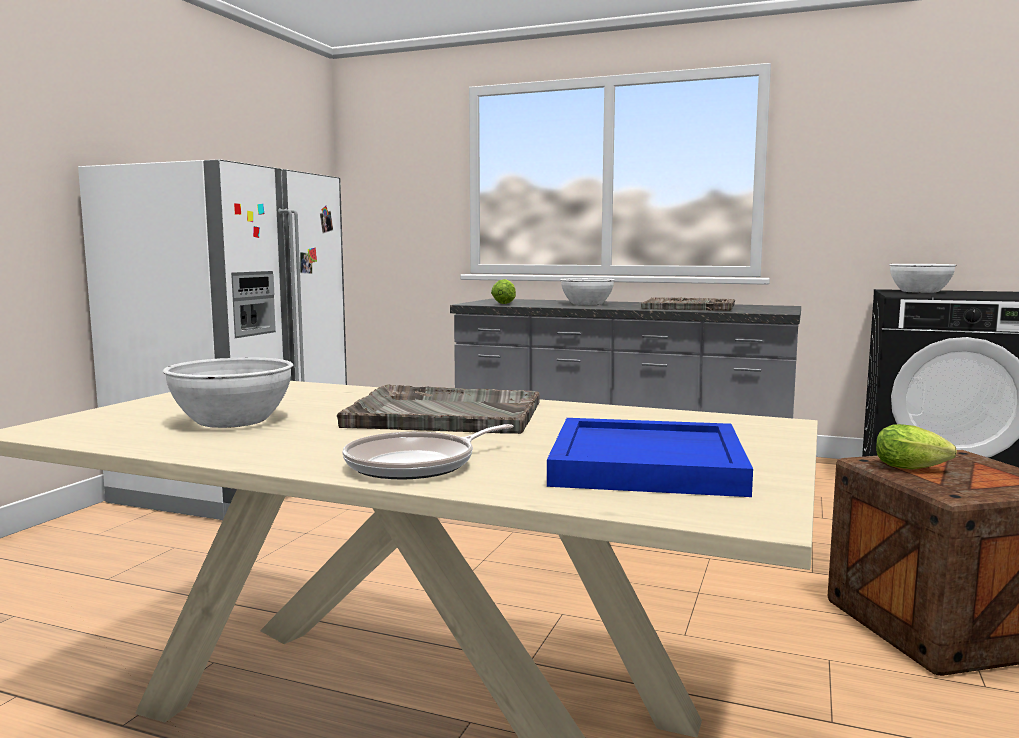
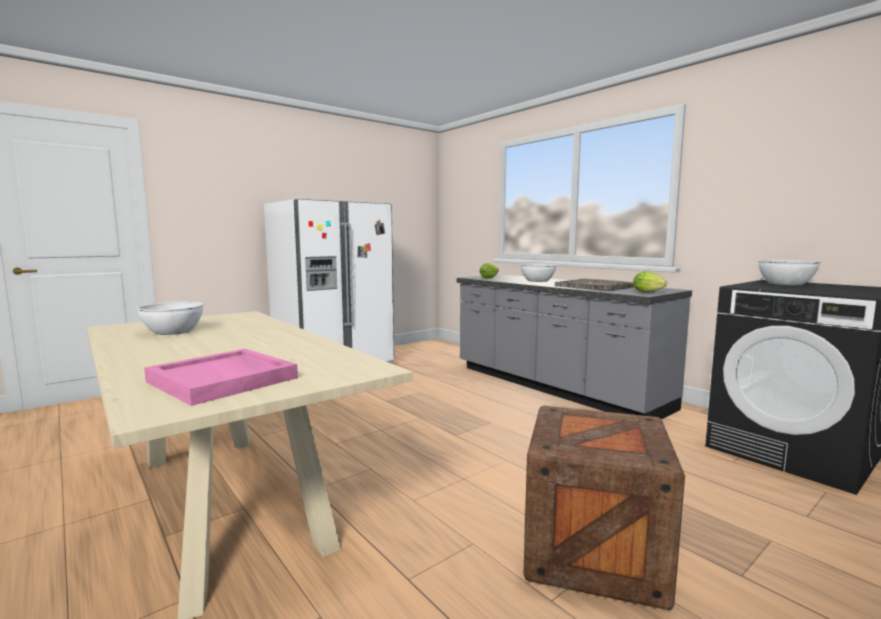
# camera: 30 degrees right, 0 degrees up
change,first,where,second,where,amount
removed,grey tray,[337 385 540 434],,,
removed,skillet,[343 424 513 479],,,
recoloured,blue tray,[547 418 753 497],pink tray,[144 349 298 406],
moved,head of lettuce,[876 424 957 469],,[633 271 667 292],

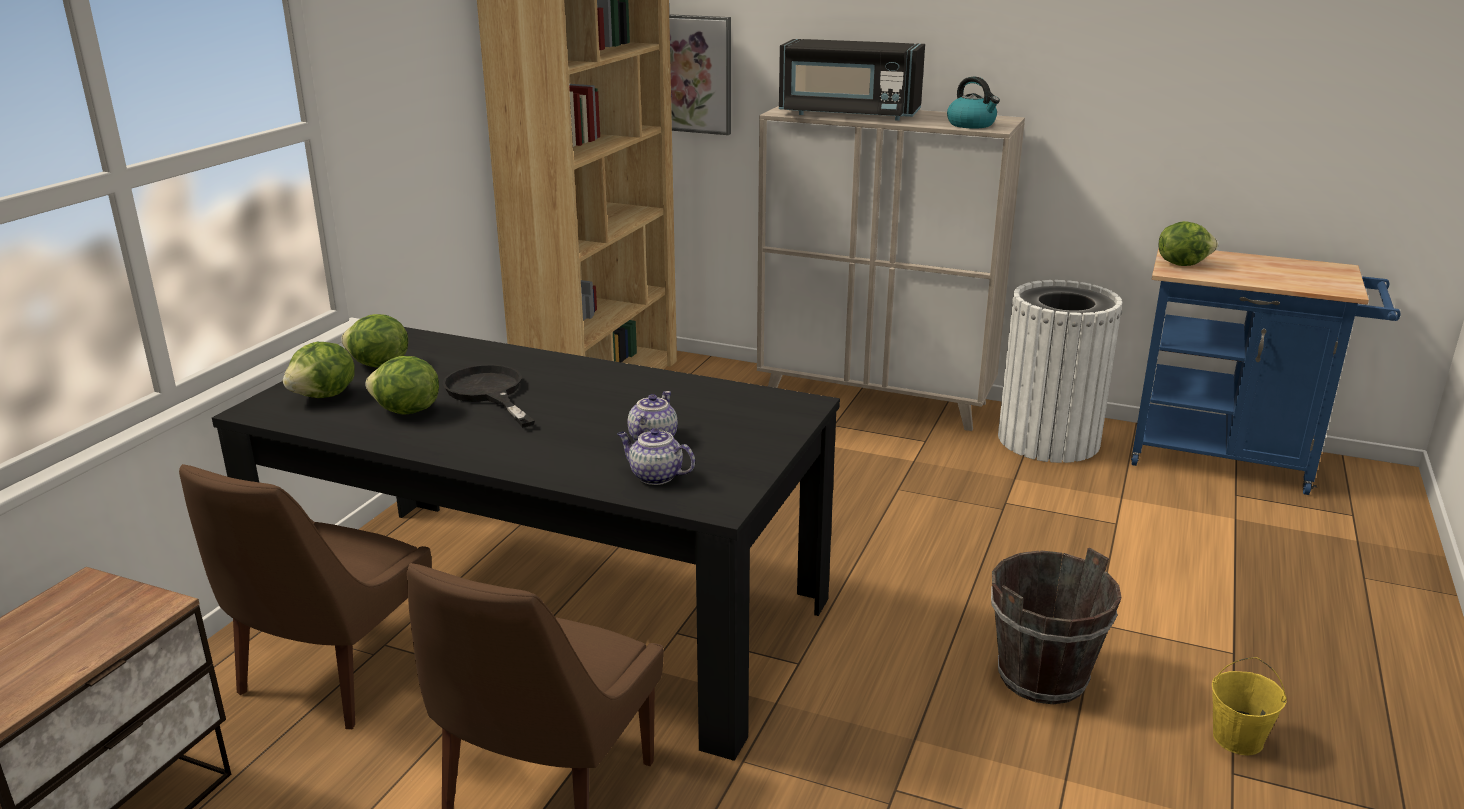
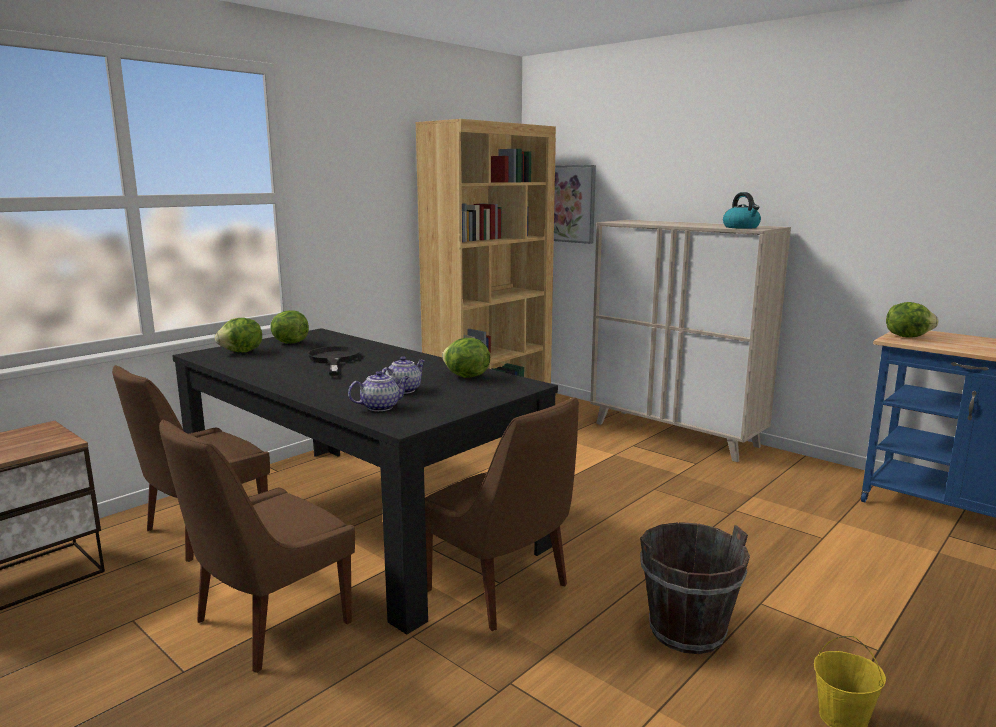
# camera: 20 degrees right, 10 degrees down
change,first,where,second,where,amount
moved,head of lettuce,[366 356 439 415],,[442 338 490 378],
turned,pot for tea,[617 428 695 485],,[348 371 410 411],105 degrees clockwise
removed,black-coloured microwave,[779 39 925 121],,,
removed,white-coloured trash can,[998 280 1122 463],,,
added,,,brown upright chair,[425 397 579 631],

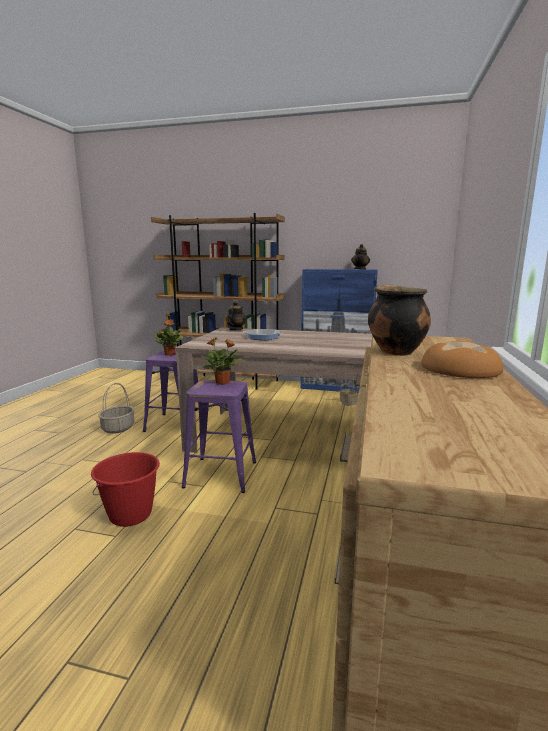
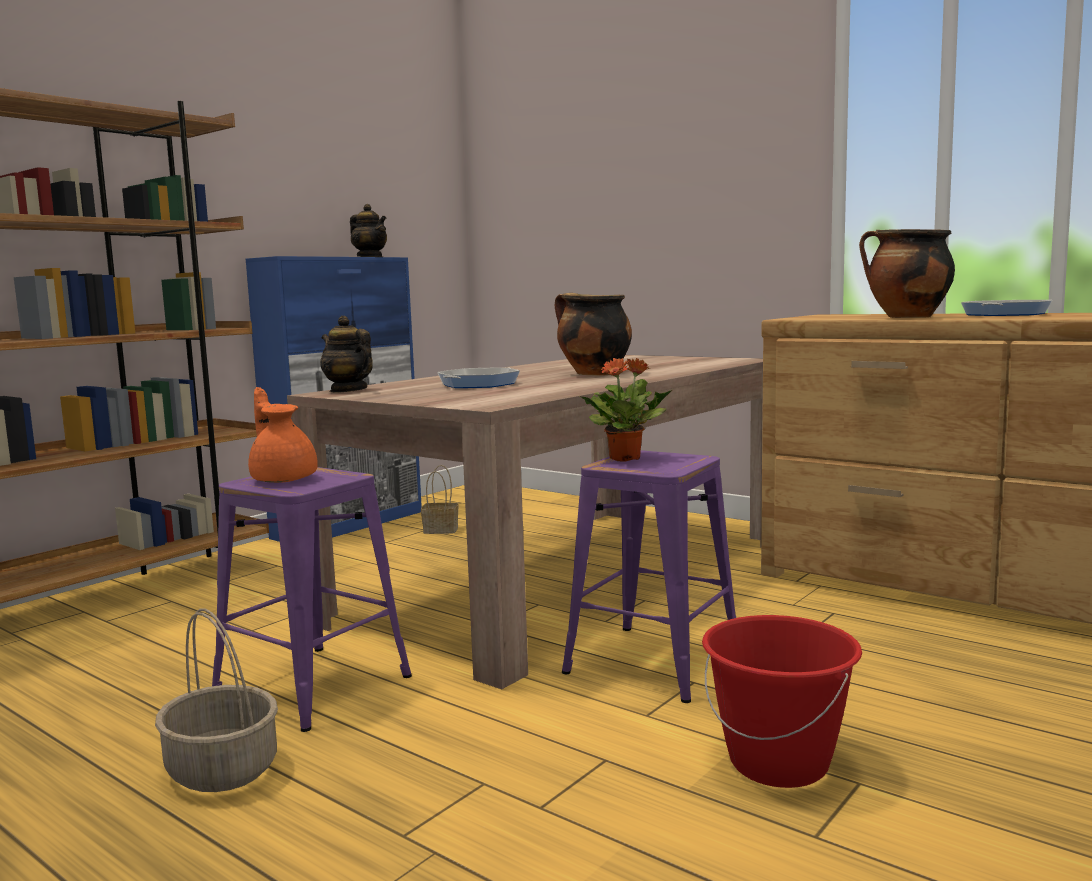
# camera: 65 degrees left, 5 degrees down
change,first,where,second,where,amount
replaced,potted plant,[154 319 184 356],orangey pot for tea,[248 387 318 483],
replaced,baked bread,[421 341 503 378],skillet,[961 300 1053 316],
added,,,stockpot,[555 293 632 375],

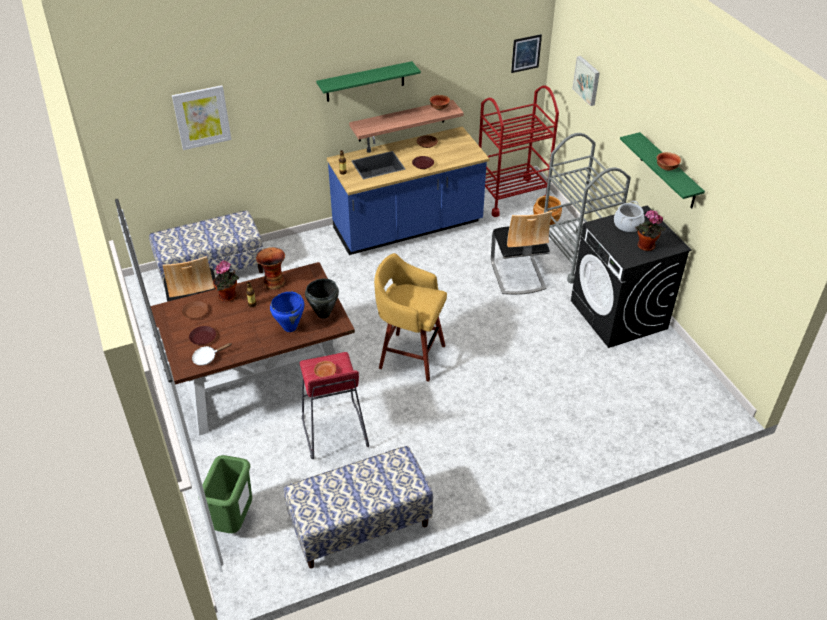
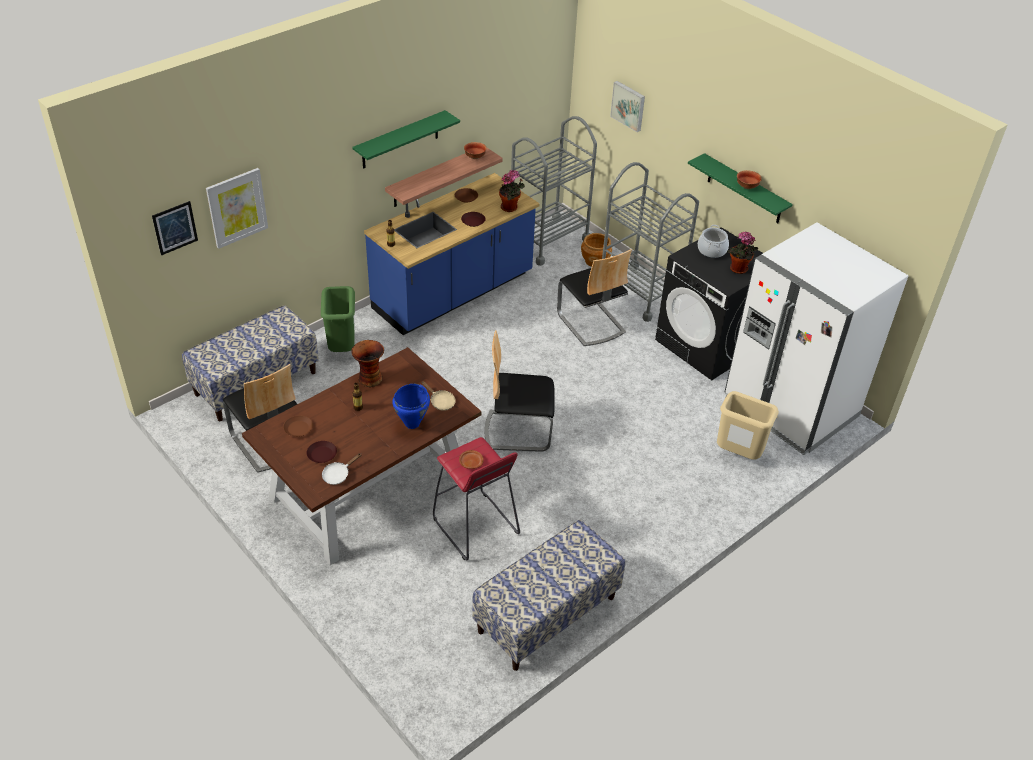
# camera: 20 degrees left, 0 degrees up
change,first,where,second,where,amount
moved,green-coloured trash can,[203 455 252 533],,[321 286 355 352],
moved,potted plant,[213 260 239 302],,[499 170 525 212],
replaced,black-coloured stockpot,[305 279 339 319],beige skillet,[421 381 456 411],
replaced,yellow-coloured stool,[374 253 447 382],upright chair,[484 330 555 452],
recoloured,reddish cart,[479 85 559 217],grey cart,[511 116 597 266],
moved,wall picture,[511 34 542 73],,[152 201 198 256],
added,,,beige trash can,[717 391 779 460],
added,,,white-coloured fridge,[725 222 908 455],

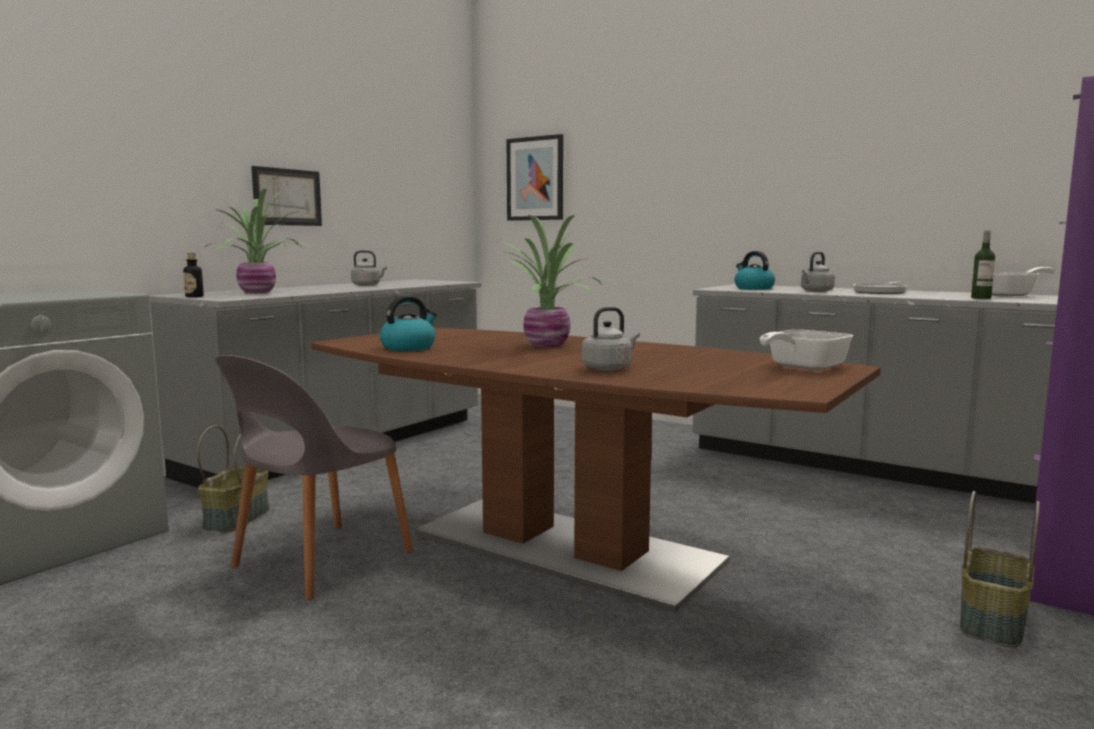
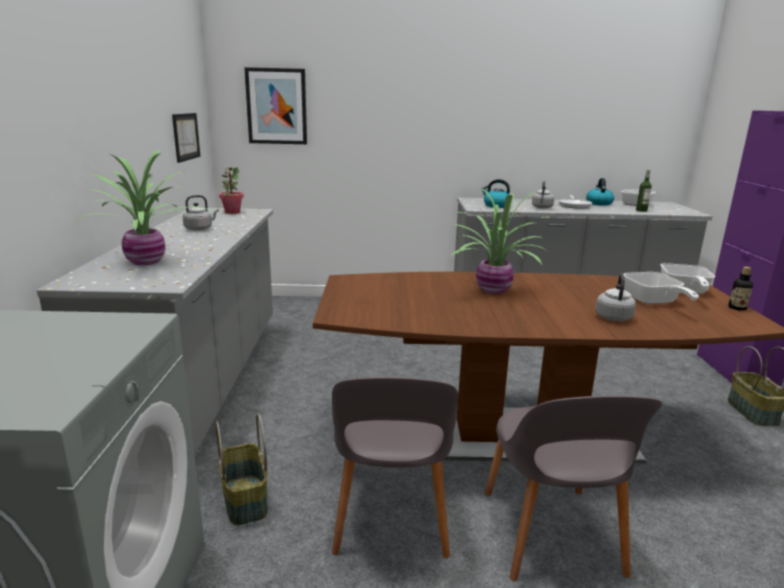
# camera: 35 degrees left, 10 degrees up
change,first,where,second,where,amount
moved,drink bottle,[183 253 204 297],,[728 267 753 311],
moved,wall picture,[251 166 322 226],,[172 113 200 163],
moved,kettle,[380 296 437 351],,[586 178 614 206],
added,,,potted plant,[219 167 244 214],
added,,,grey upright chair,[485 396 662 581],
added,,,skillet,[624 272 699 304],

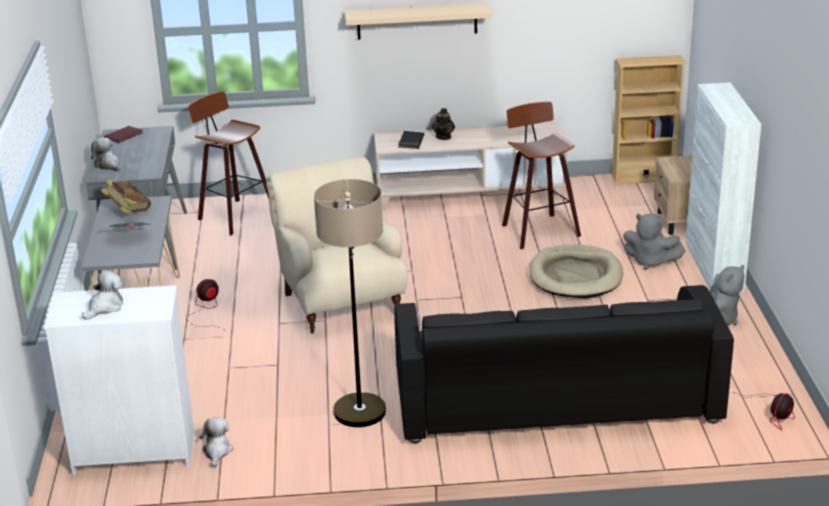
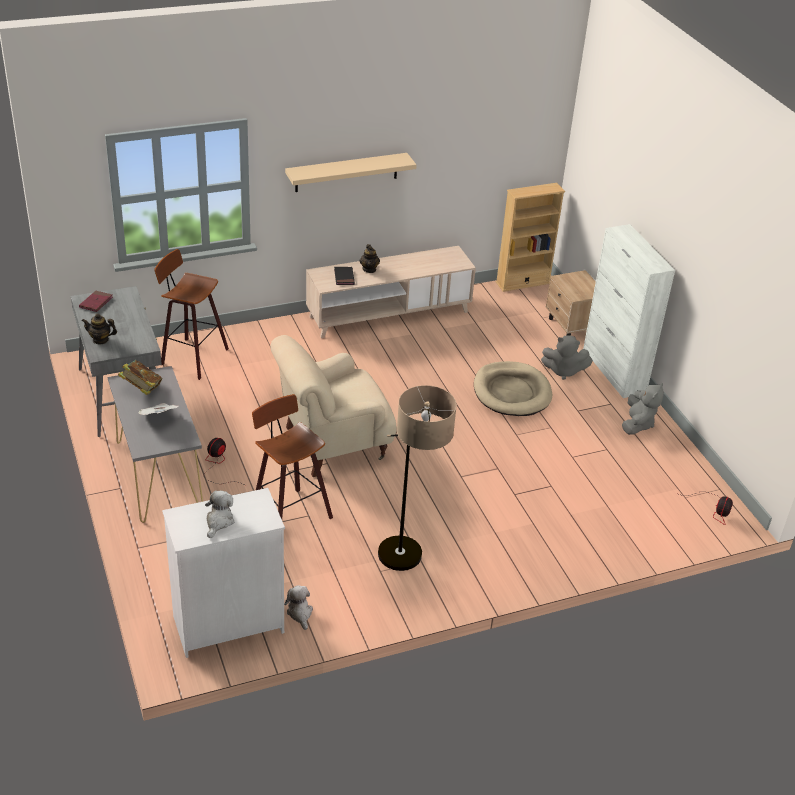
# camera: 20 degrees left, 10 degrees up
change,first,where,second,where,amount
replaced,plush toy,[91 137 120 172],pot for tea,[82 314 117 344],
turned,beige easy chair,[266 157 408 334],,[271 335 396 477],75 degrees counterclockwise
removed,black-coloured couch,[394 285 734 444],,,
moved,stool,[502 102 581 249],,[252 394 333 519],

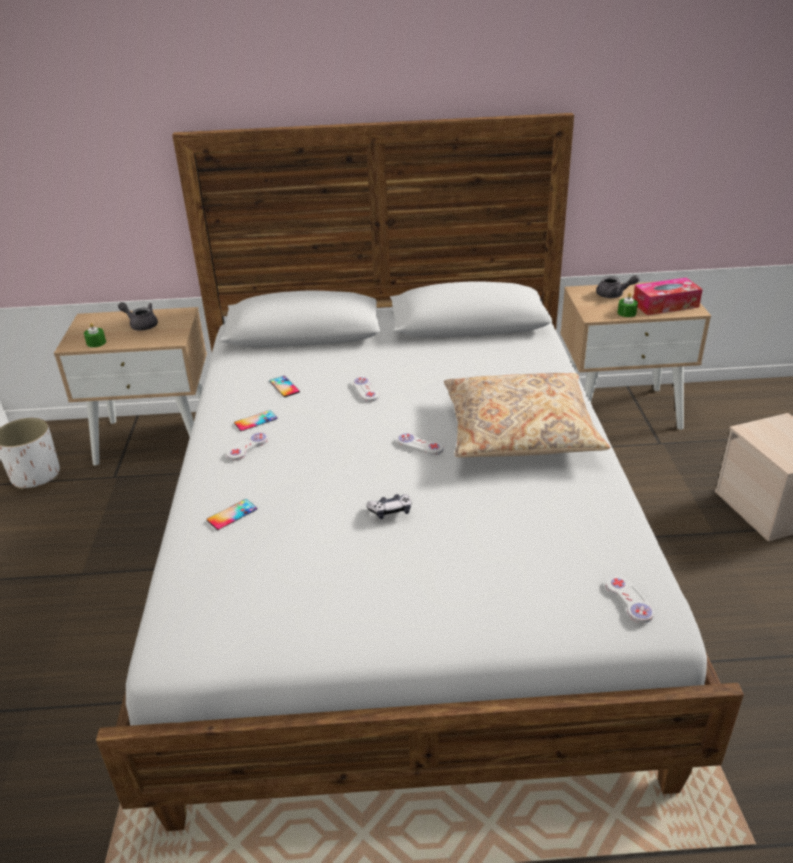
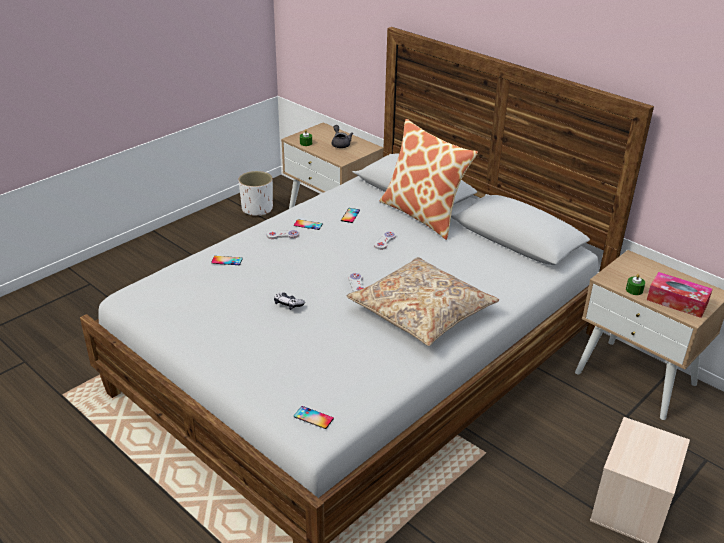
# camera: 45 degrees right, 0 degrees up
change,first,where,second,where,amount
removed,grey pot for tea,[596 275 640 298],,,
replaced,white-coloured game controller,[605 575 654 623],telephone,[294 406 334 429],
added,,,throw pillow,[380 119 478 240],

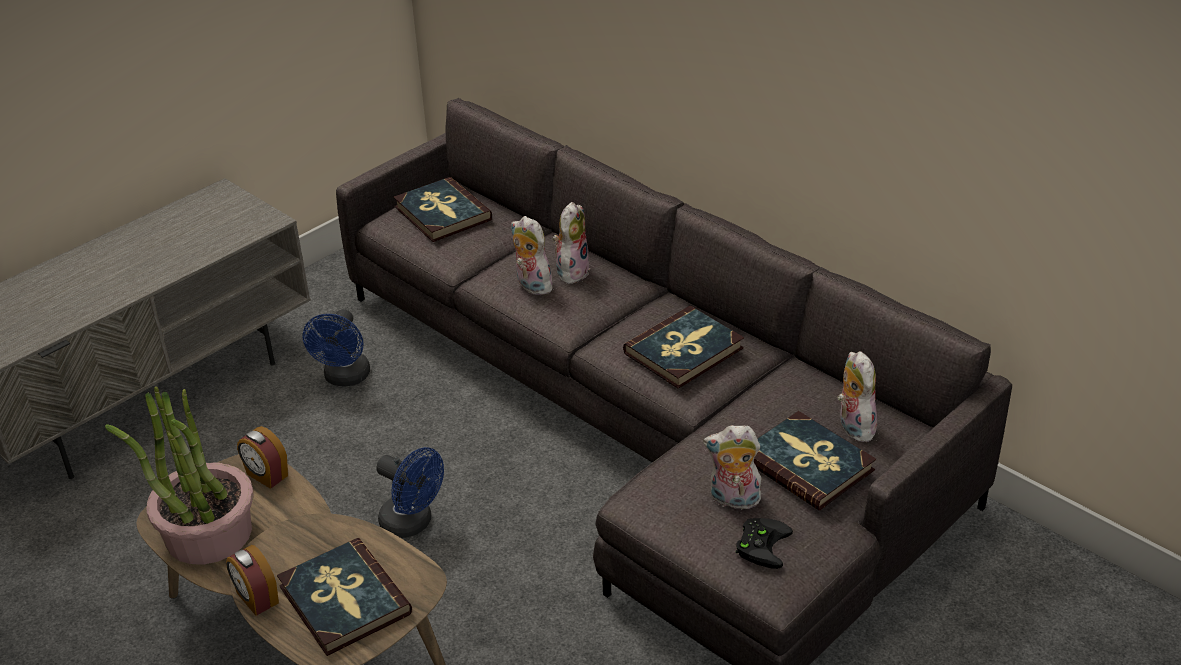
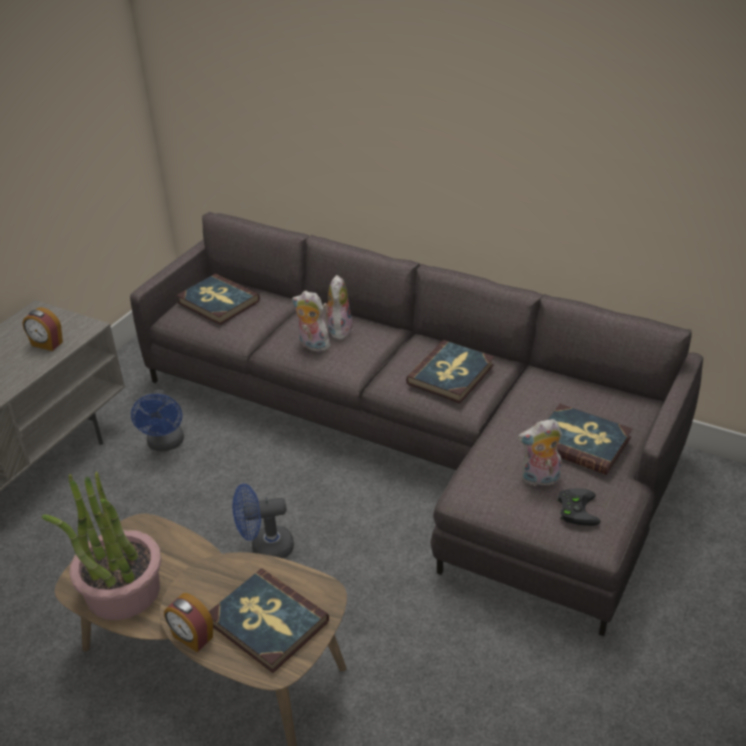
# camera: 15 degrees left, 0 degrees up
change,first,where,second,where,amount
moved,table clock,[237 426 288 489],,[22 307 63 351],
turned,blue cooling fan,[376 447 444 538],,[232 484 294 559],150 degrees clockwise
removed,plush toy,[837 351 877 442],,,

